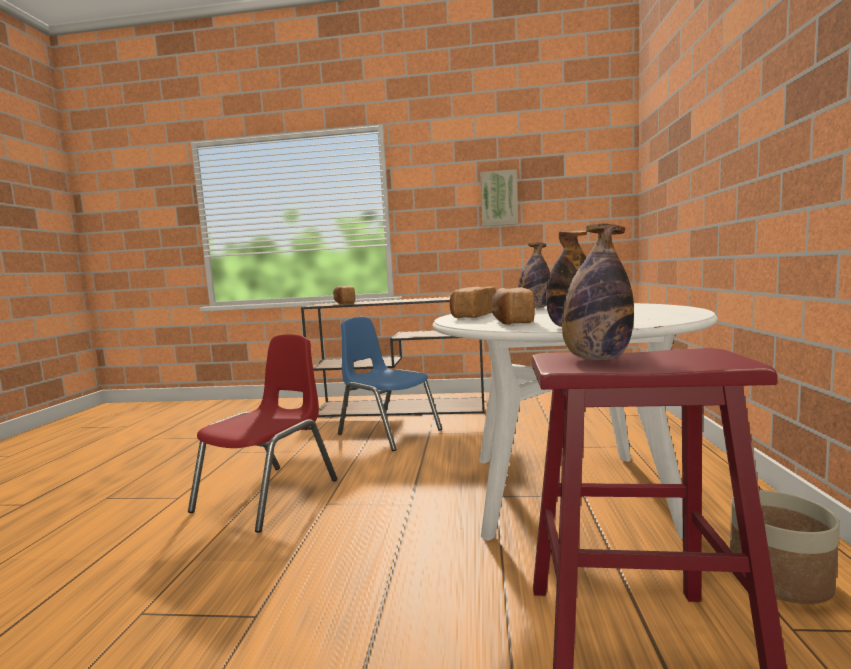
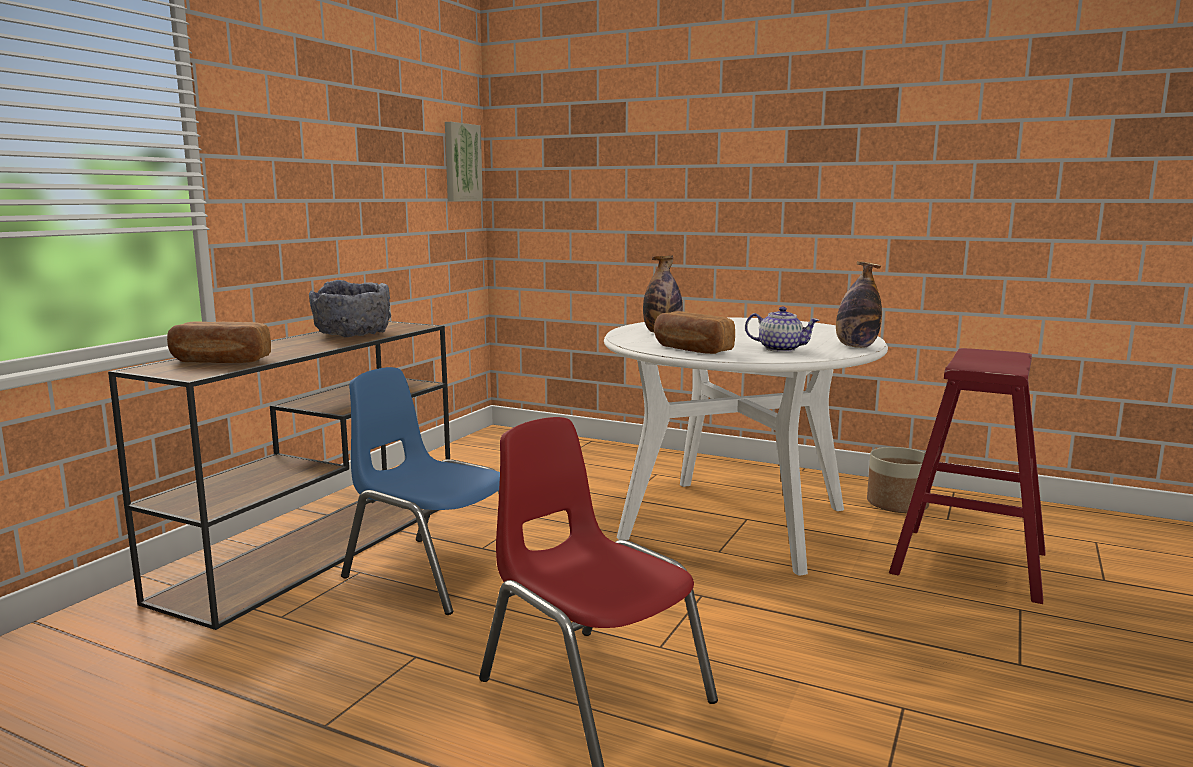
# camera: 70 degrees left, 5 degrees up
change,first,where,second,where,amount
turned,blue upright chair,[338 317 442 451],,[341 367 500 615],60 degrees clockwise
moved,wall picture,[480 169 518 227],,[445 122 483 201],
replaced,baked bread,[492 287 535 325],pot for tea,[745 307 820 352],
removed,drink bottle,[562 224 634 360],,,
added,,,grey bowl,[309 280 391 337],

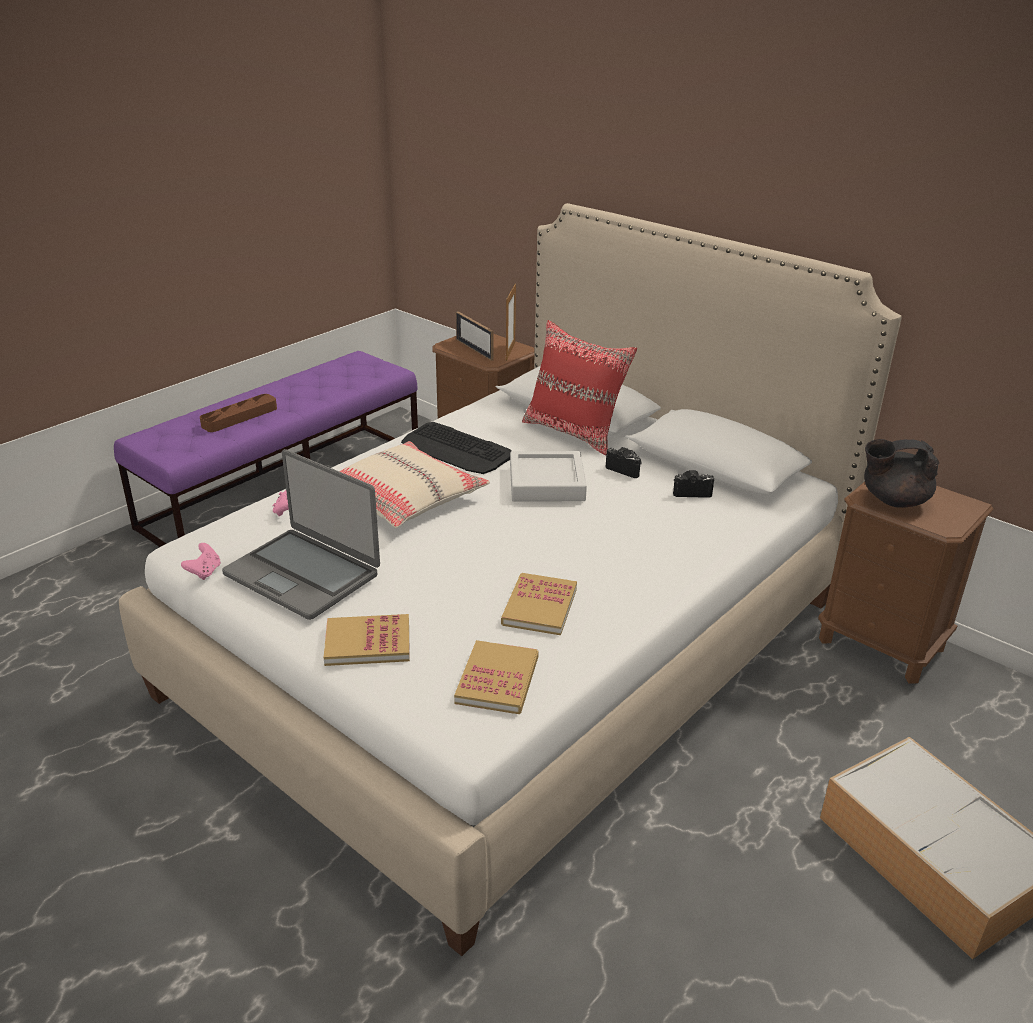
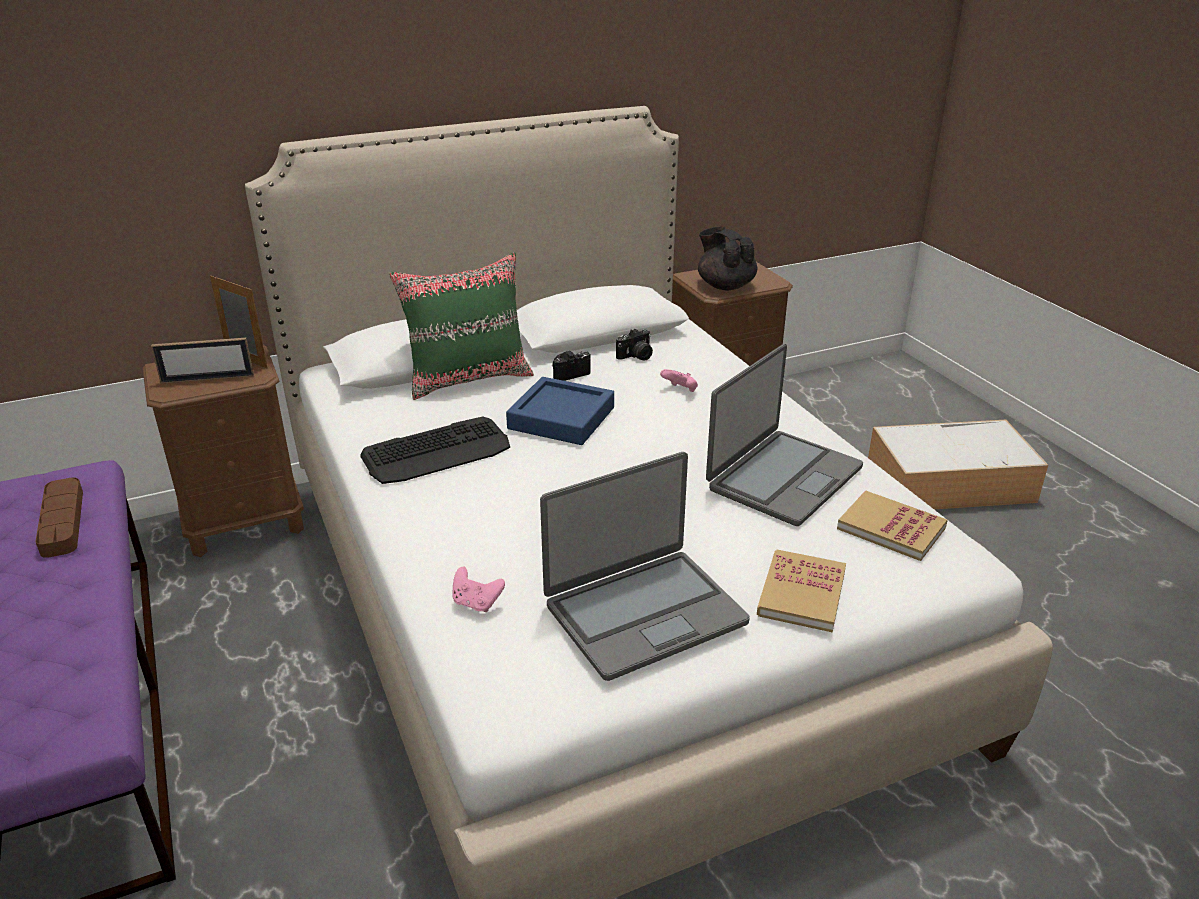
# camera: 65 degrees left, 0 degrees up
change,first,where,second,where,amount
moved,pink game controller,[181 543 221 580],,[660 369 698 392],
moved,brown tray,[200 394 277 432],,[35 478 83 558],
removed,beige throw pillow,[339 441 490 528],,,
replaced,volume,[501 573 577 635],laptop,[706 344 863 526],
recoloured,grey tray,[510 451 587 502],blue tray,[506 377 614 445],
recoloured,reddish throw pillow,[522 320 637 455],green-coloured throw pillow,[389 253 534 400],
turned,photo camera,[673 470 714 498],,[616 329 653 361],150 degrees counterclockwise
turned,black-coloured pot for tea,[864 439 939 508],,[698 227 757 290],120 degrees clockwise

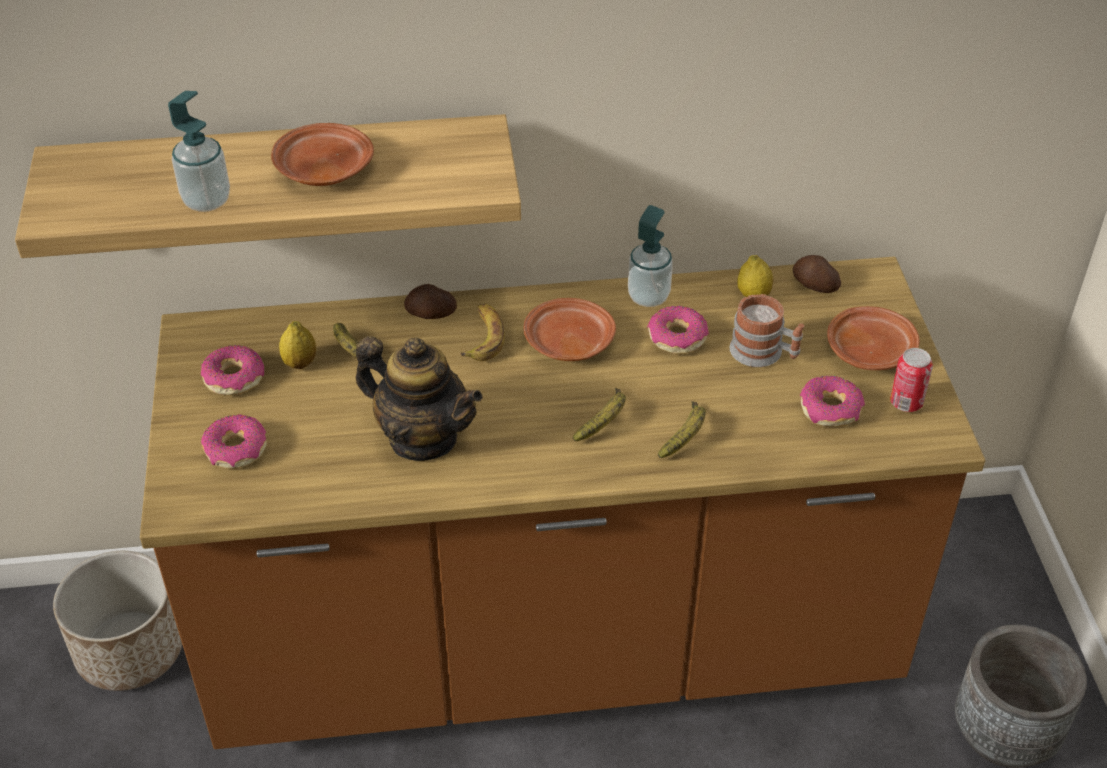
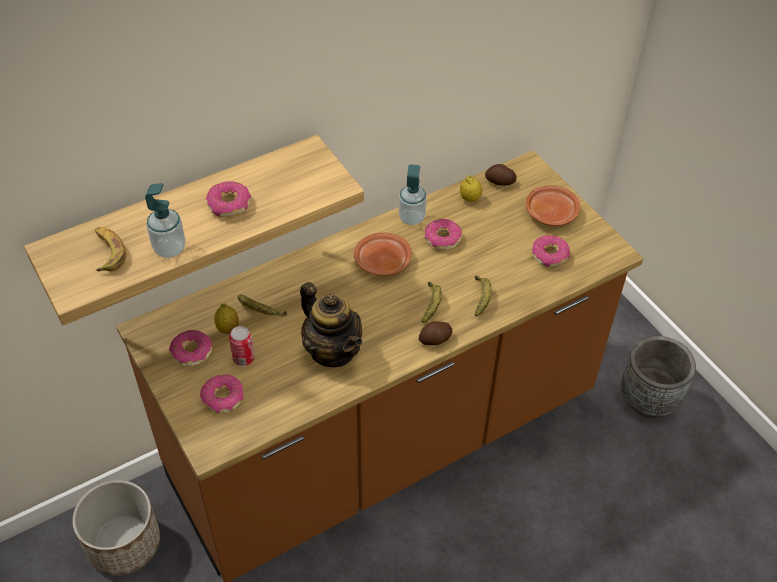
# camera: 25 degrees left, 5 degrees up
change,first,where,second,where,amount
replaced,brown plate,[271 123 374 186],donut,[206 181 251 217],
turned,pot for tea,[356 336 483 461],,[300 282 362 367],45 degrees clockwise
moved,whole potato,[404 284 457 319],,[419 321 452 345],
moved,banana fruit,[460 304 505 361],,[95 227 126 271],
removed,tea mug,[730 294 804 367],,,
moved,can,[890 348 933 412],,[229 326 255 366],

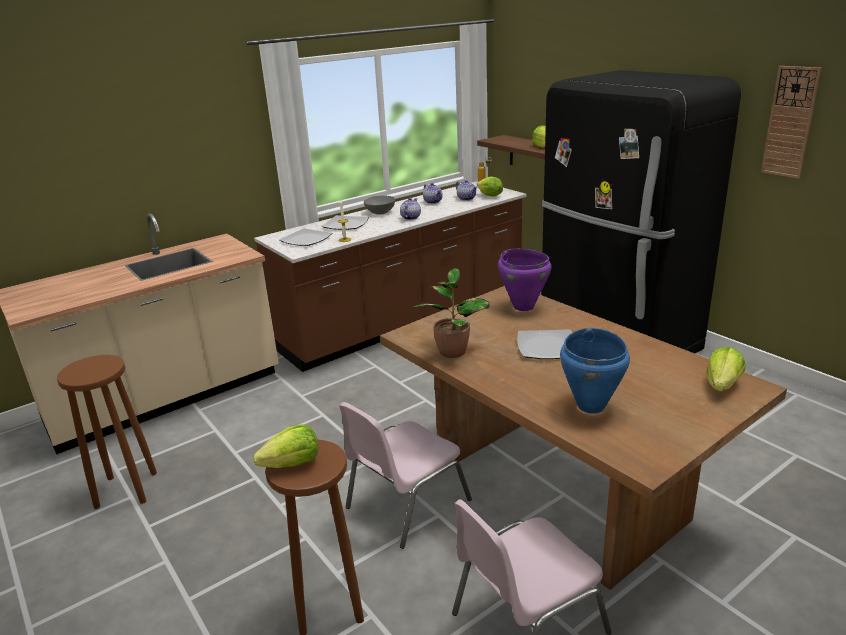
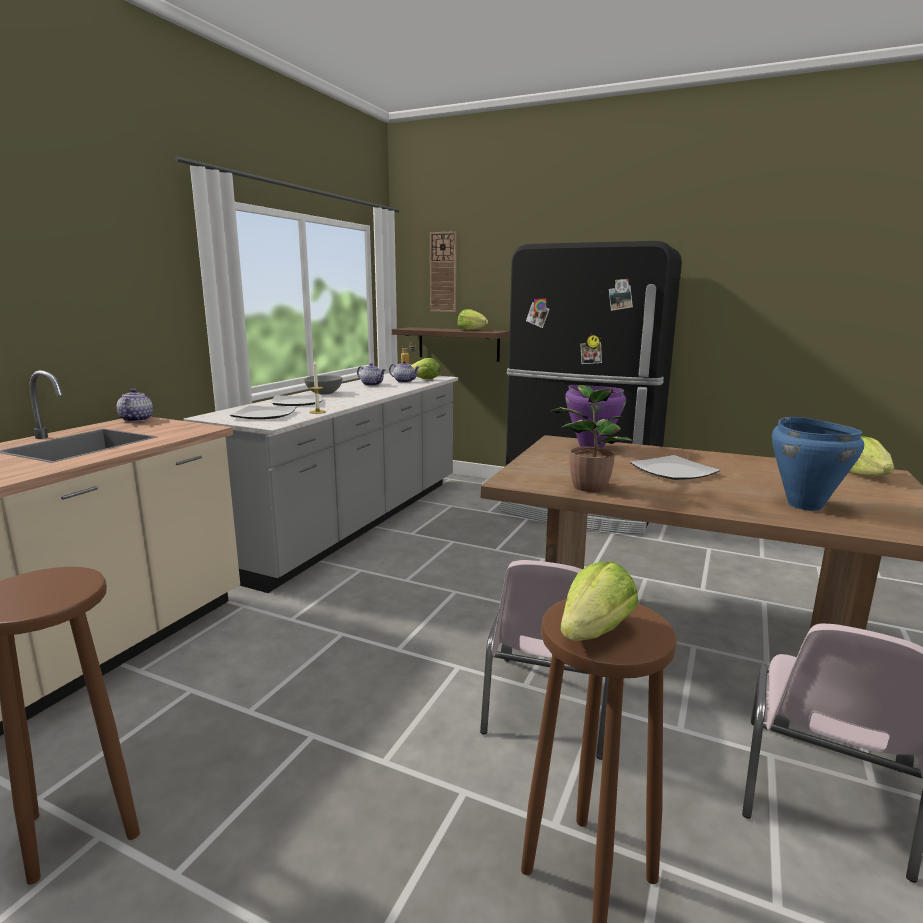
# camera: 30 degrees left, 10 degrees down
change,first,where,second,where,amount
recoloured,brown kitchen base unit,[254 181 527 372],grey kitchen base unit,[183 372 458 593],
moved,pot for tea,[400 198 421 220],,[117 389 153 422],
moved,hanging clock,[761 66 821 179],,[430 231 457 312],

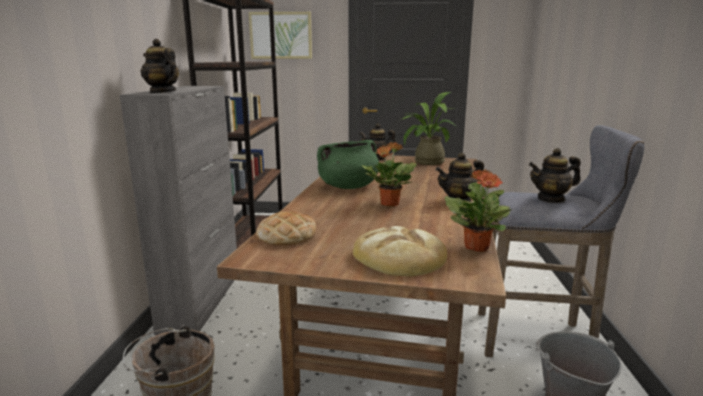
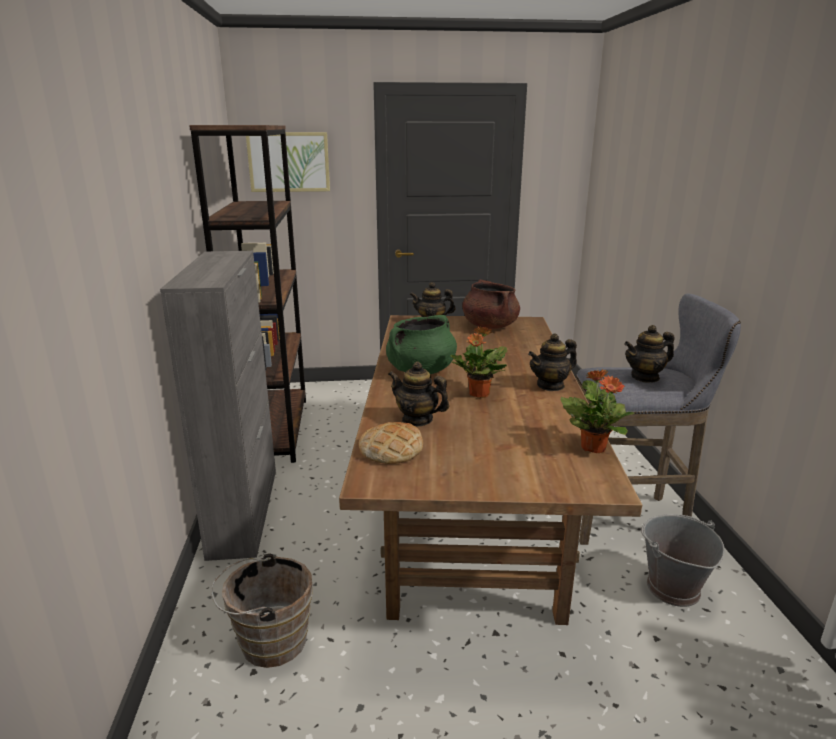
# camera: 10 degrees left, 5 degrees up
change,first,where,second,where,amount
moved,pot for tea,[141 39 179 93],,[388 362 449 427],
removed,baked bread,[353 226 447 276],,,
replaced,potted plant,[401 92 457 165],brown stockpot,[462 279 520 329],

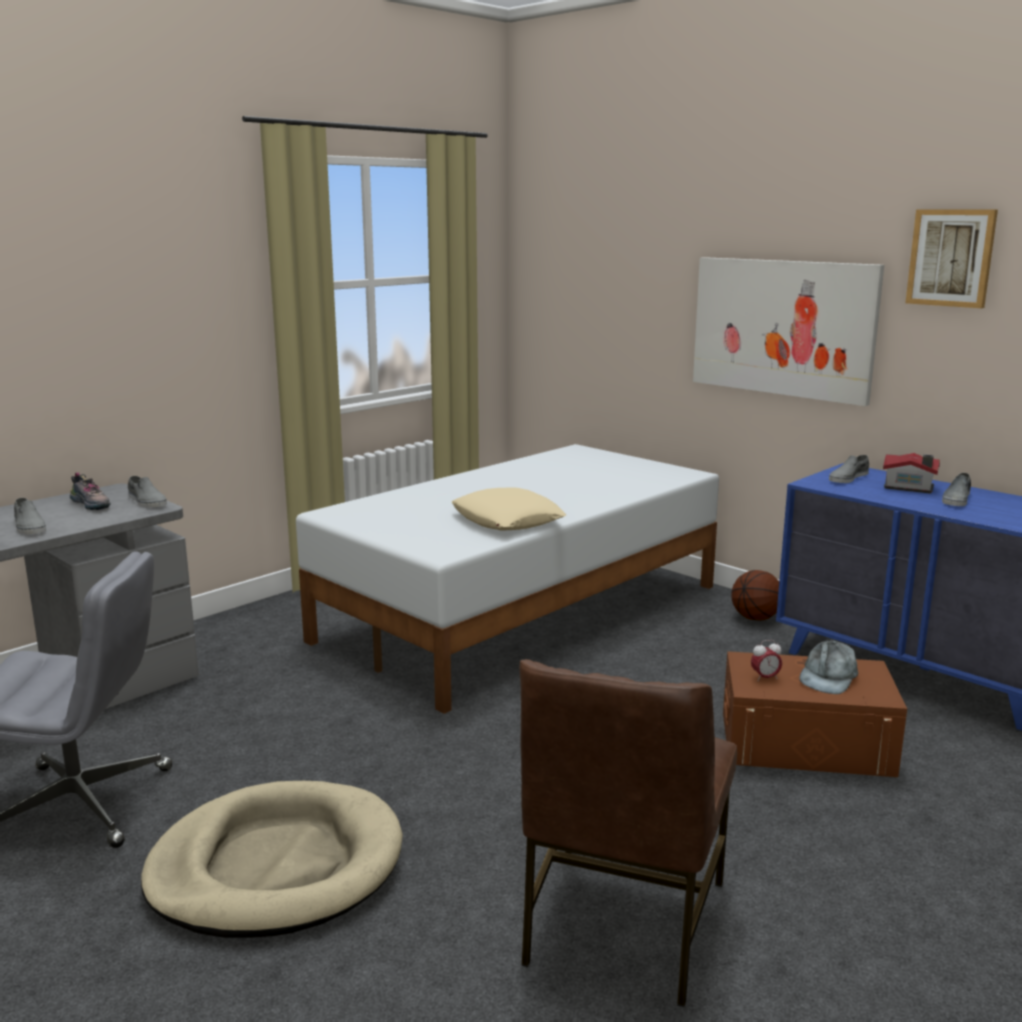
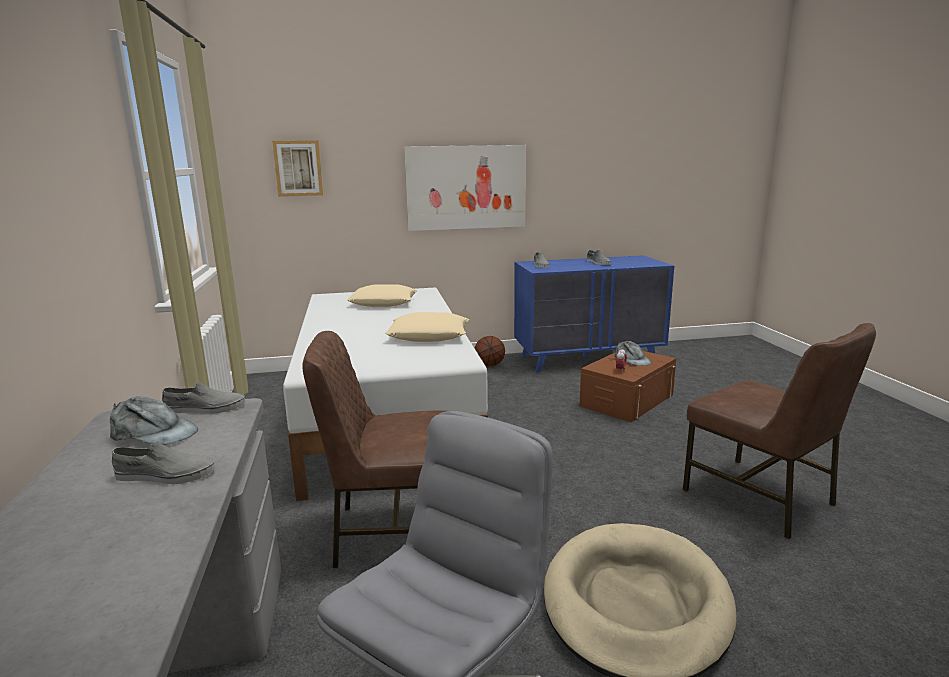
# camera: 55 degrees left, 0 degrees up
change,first,where,second,where,amount
replaced,shoe,[70 472 111 510],grey cap,[110 396 198 445],
removed,toy house,[883 453 940 494],,,
moved,wall picture,[905 209 998 308],,[272 140 323 197],
added,,,brown upright chair,[302 331 446 568],
added,,,beige throw pillow,[347 284 417 307],

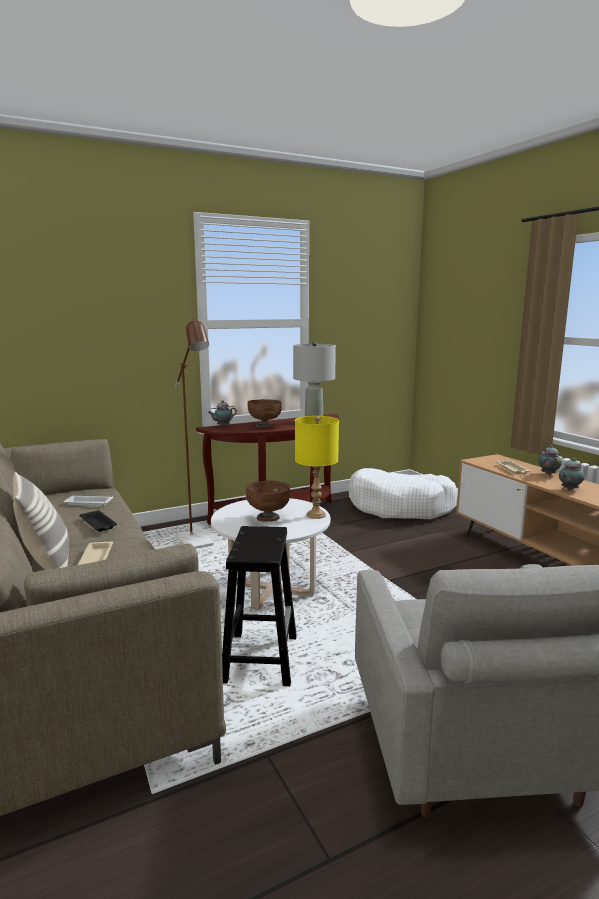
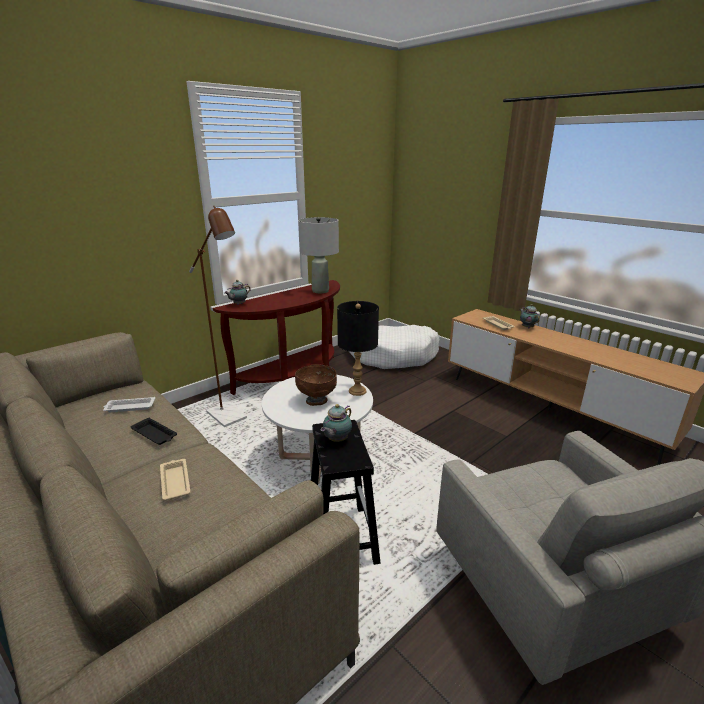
# camera: 15 degrees left, 10 degrees up
change,first,where,second,where,amount
removed,throw pillow,[13 472 69 570],,,
removed,brown bowl,[248 399 282 428],,,
recoloured,yellow-coloured lamp for a table,[295 416 339 519],black-coloured lamp for a table,[337 301 379 396],
moved,pot for tea,[559 458 585 490],,[321 404 352 442],

